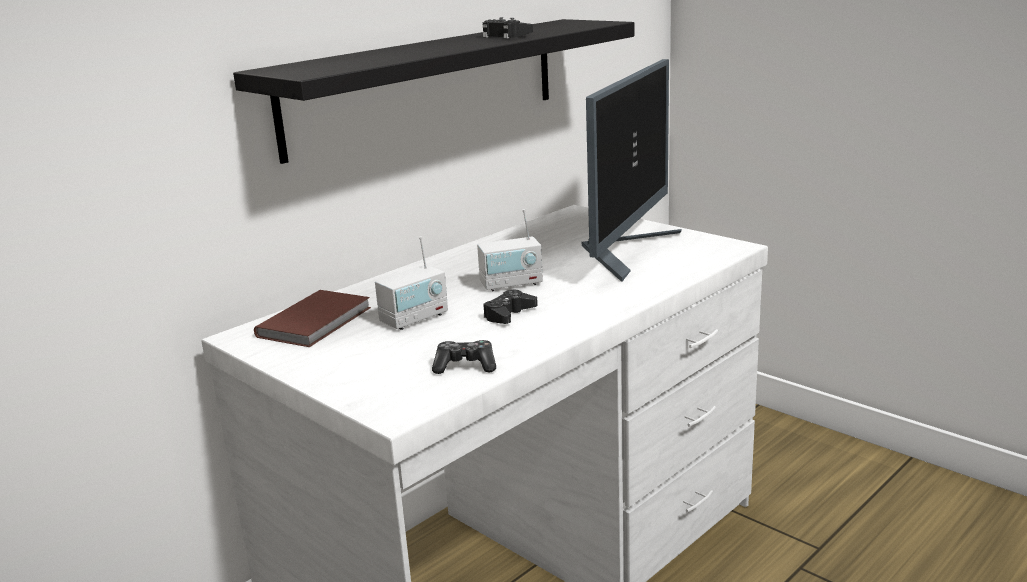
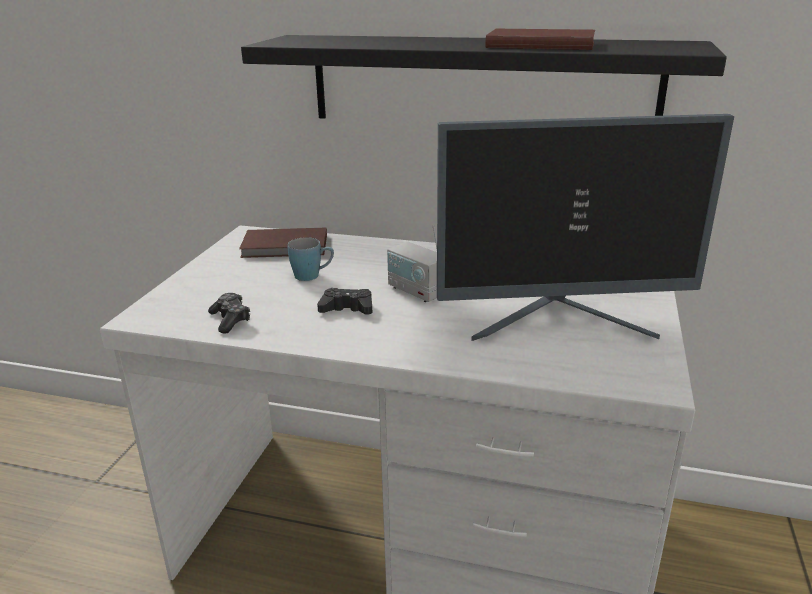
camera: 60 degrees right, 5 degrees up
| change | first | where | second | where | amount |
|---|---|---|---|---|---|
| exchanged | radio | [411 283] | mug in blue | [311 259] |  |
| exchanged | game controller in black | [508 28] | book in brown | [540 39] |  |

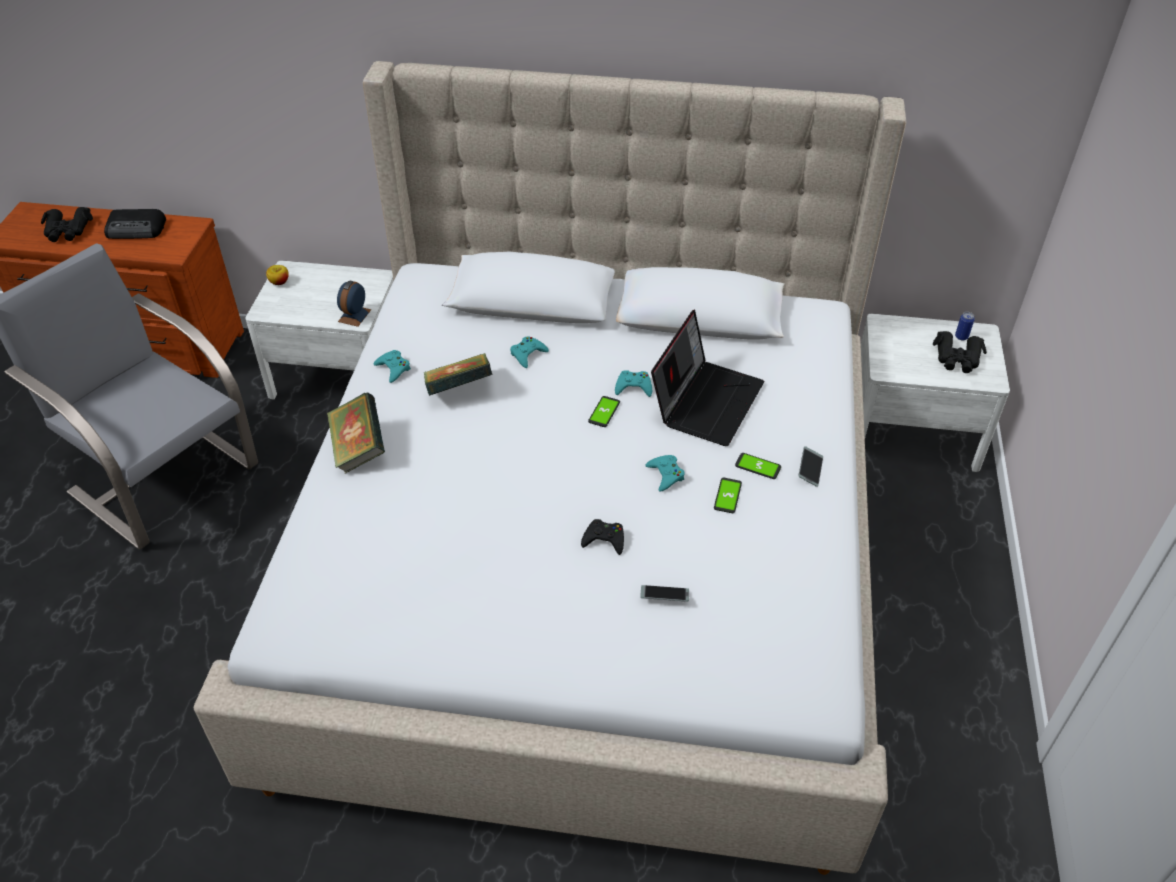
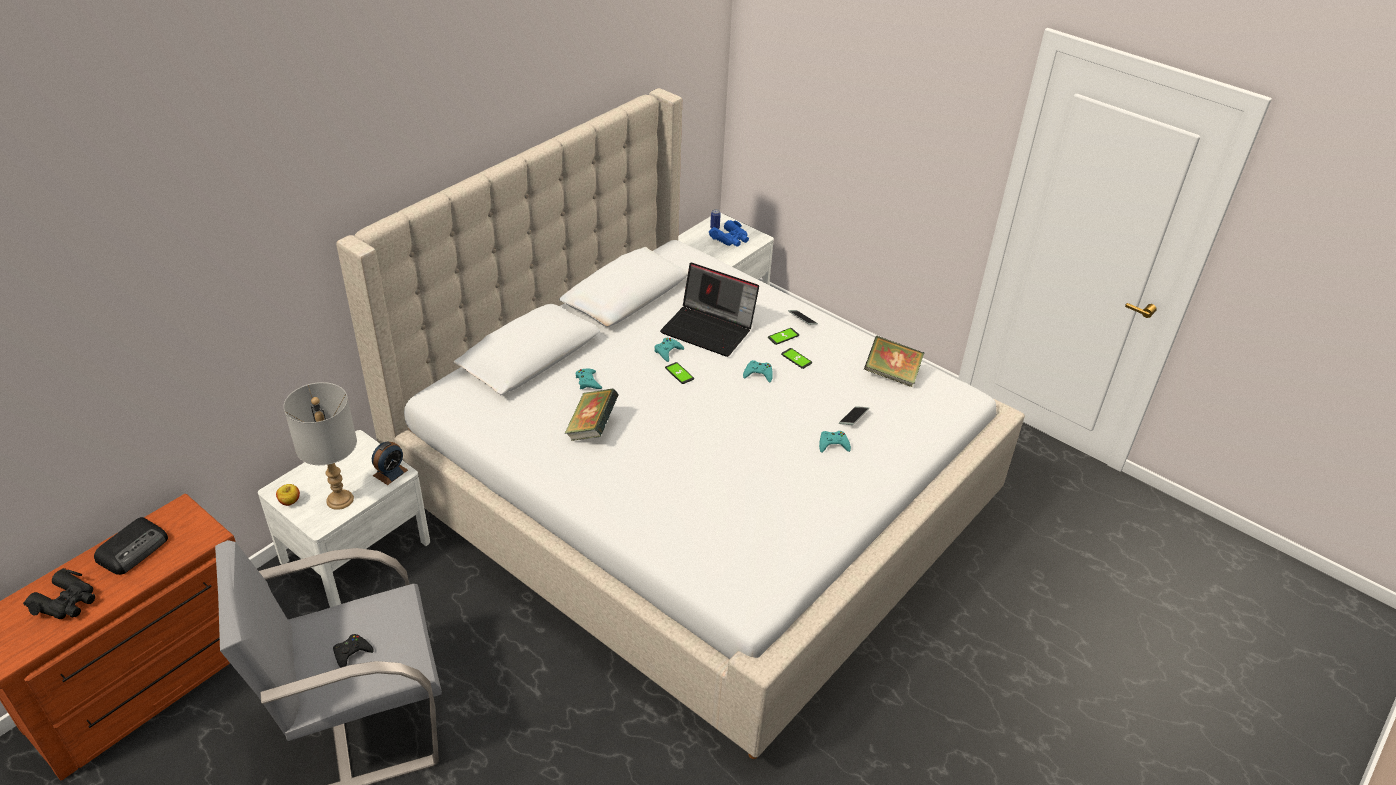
camera: 60 degrees left, 5 degrees down
| change | first | where | second | where | amount |
|---|---|---|---|---|---|
| appeared |  |  | table lamp in grey | [320 446] |  |
| relocated | book | [356 433] |  | [894 361] |  |
| relocated | game controller in turquoise | [392 366] |  | [835 442] |  |
| relocated | game controller in black | [602 537] |  | [353 651] |  |
| colour | binoculars in black | [960 352] | binoculars in blue | [729 233] |  |
| spun | alarm clock | [354 303] |  | [390 463] | 105 degrees counterclockwise |
| spun | laptop | [708 377] |  | [709 310] | 150 degrees clockwise |

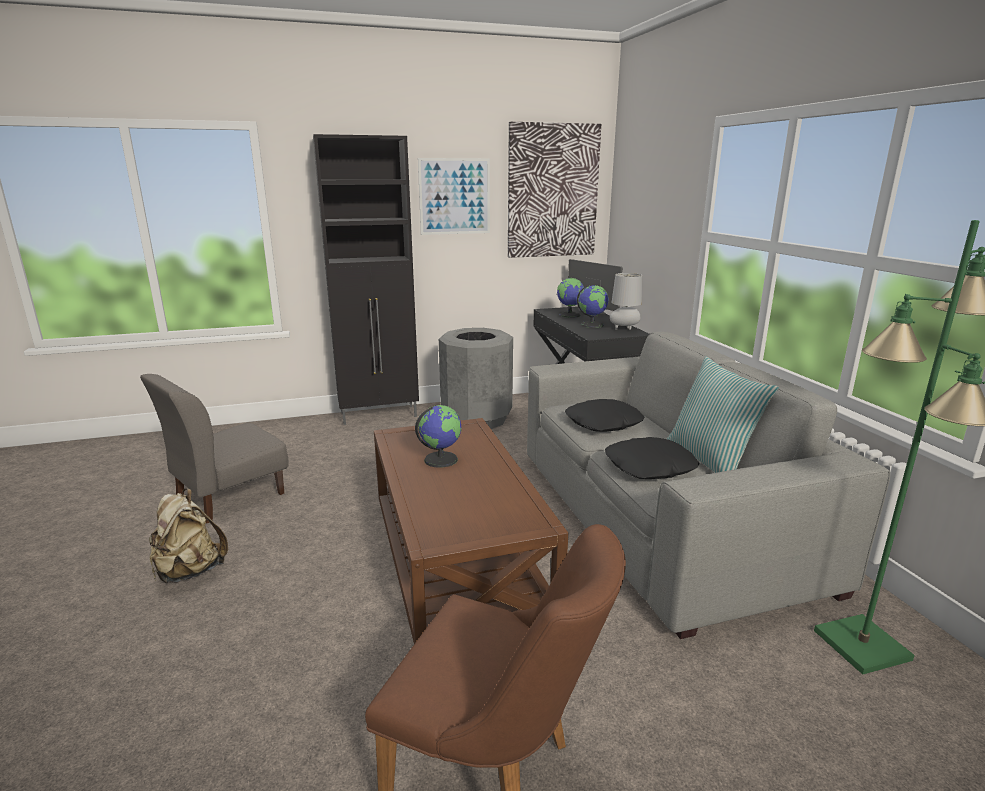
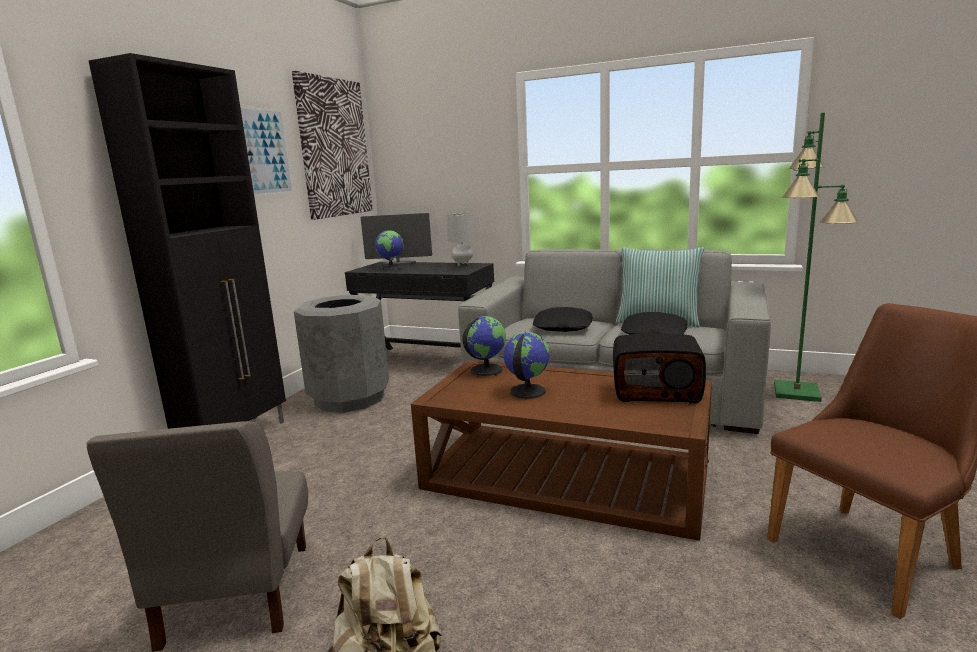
camera: 50 degrees left, 5 degrees down
| change | first | where | second | where | amount |
|---|---|---|---|---|---|
| appeared |  |  | radio | [659 368] |  |
| relocated | globe | [592 306] |  | [484 346] |  |

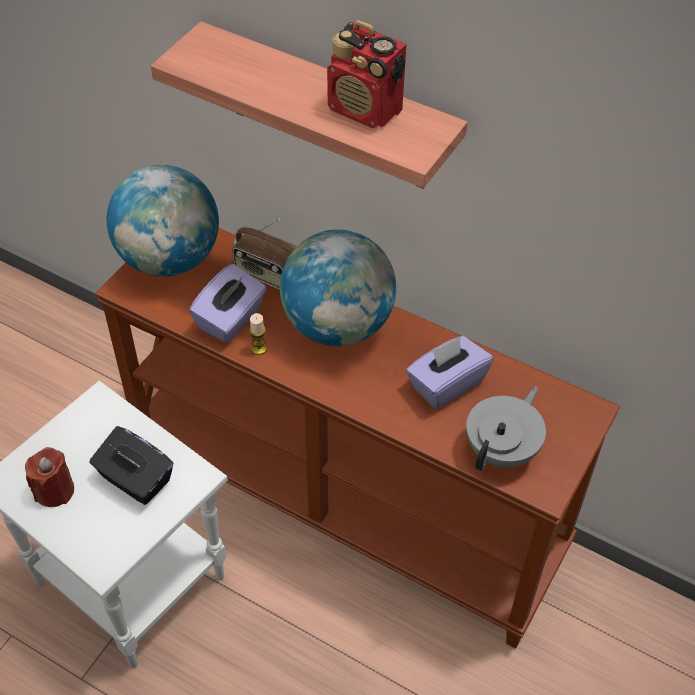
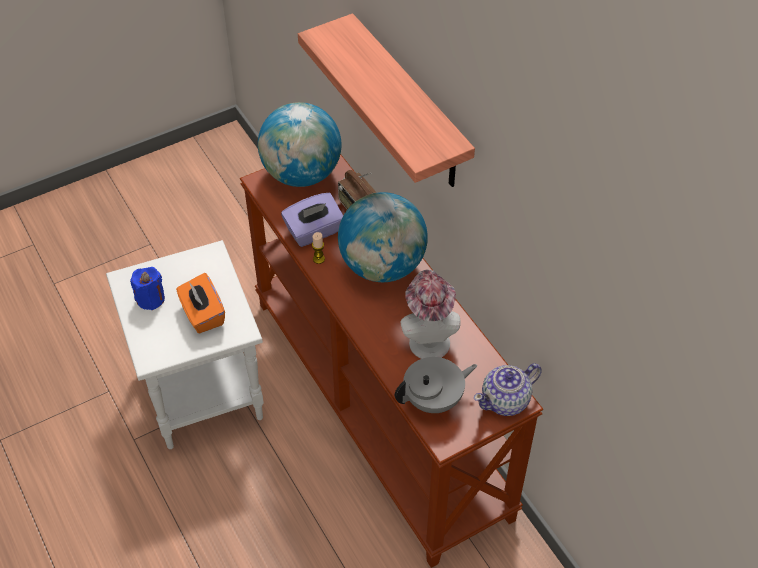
camera: 30 degrees right, 0 degrees up
| change | first | where | second | where | amount |
|---|---|---|---|---|---|
| missing | radio | [366 74] |  |  |  |
| appeared |  |  | teapot | [507 389] |  |
| exchanged | tissue box in purple | [449 373] | hat | [431 314] |  |
| colour | candle in red | [49 477] | candle in blue | [147 288] |  |
| colour | tissue box in black | [131 465] | tissue box in orange | [200 303] |  |

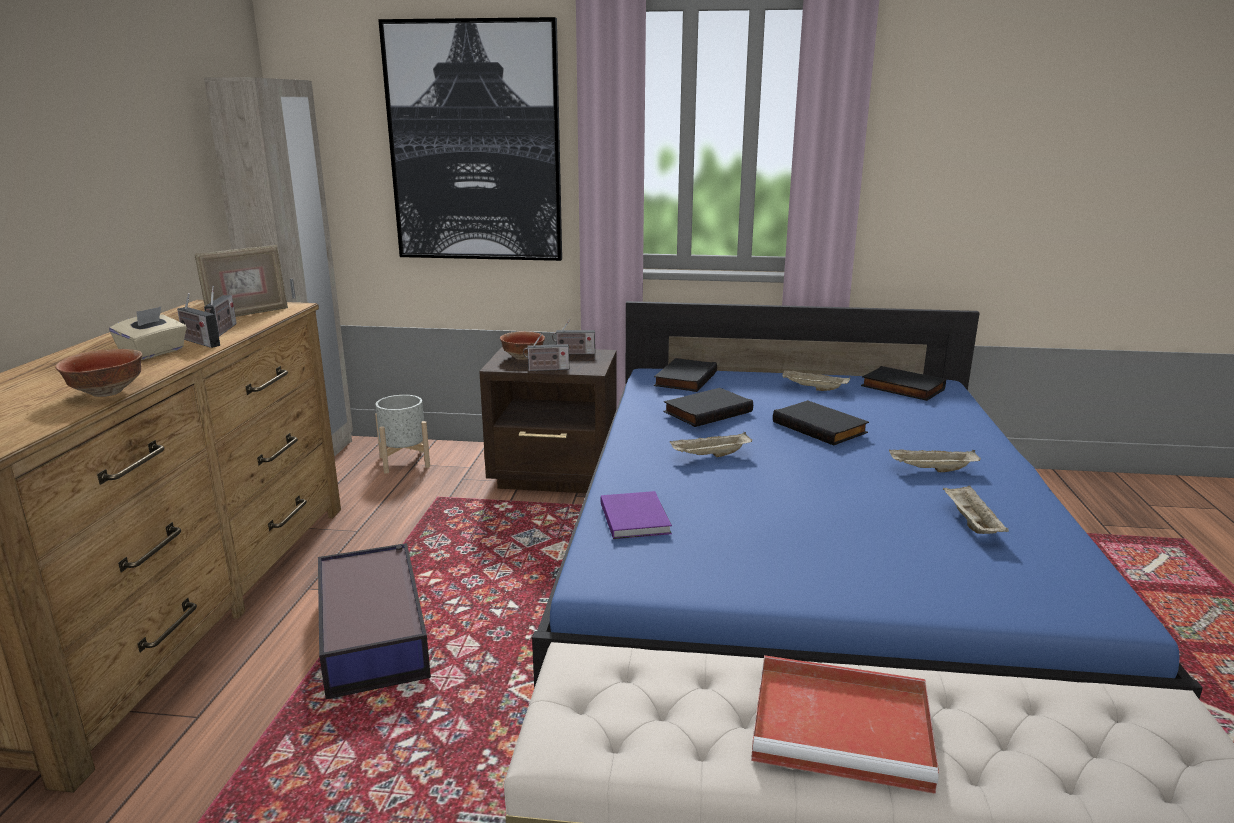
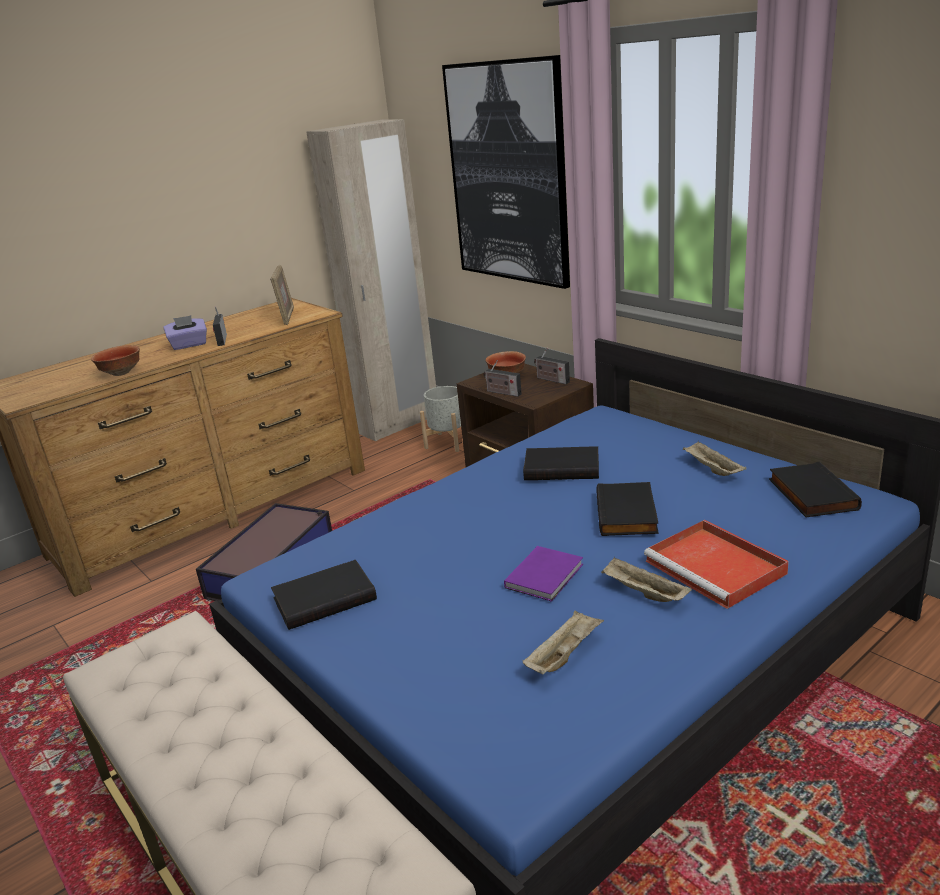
camera: 45 degrees right, 5 degrees up
| change | first | where | second | where | amount |
|---|---|---|---|---|---|
| missing | radio | [220 311] |  |  |  |
| missing | tray in beige | [711 444] |  |  |  |
| relocated | book in purple | [636 515] |  | [543 574] |  |
| relocated | book in black | [685 375] |  | [324 595] |  |
| relocated | tray in red | [845 724] |  | [716 564] |  |
| colour | tissue box in beige | [148 333] | tissue box in purple | [185 332] |  |
| spun | picture frame | [241 280] |  | [282 294] | 90 degrees counterclockwise |

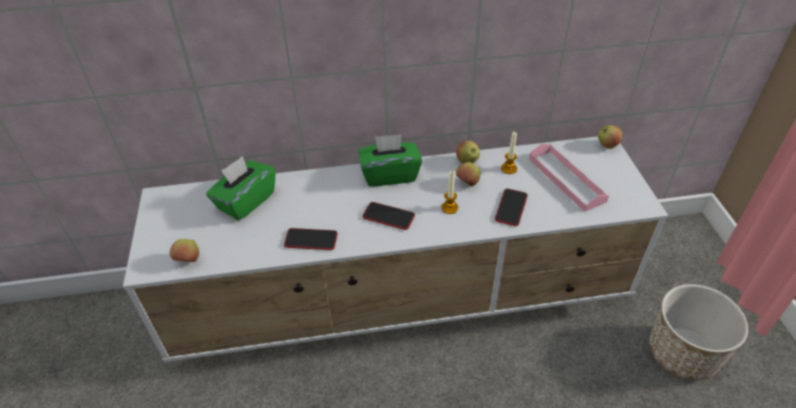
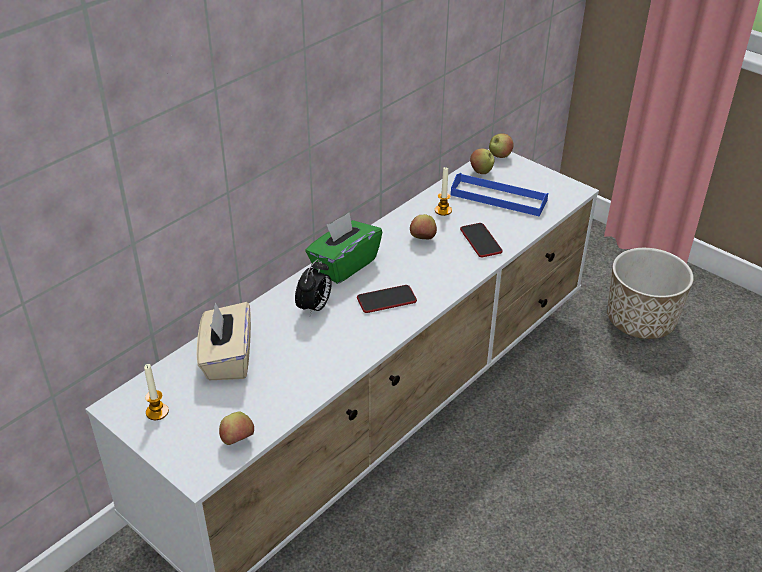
camera: 40 degrees left, 5 degrees down
| change | first | where | second | where | amount |
|---|---|---|---|---|---|
| missing | phone | [311 239] |  |  |  |
| appeared |  |  | alarm clock | [313 287] |  |
| relocated | candle | [449 192] |  | [156 392] |  |
| relocated | apple | [468 152] |  | [482 161] |  |
| colour | tissue box in green | [241 188] | tissue box in beige | [224 341] |  |
| colour | tray in pink | [569 178] | tray in blue | [499 195] |  |

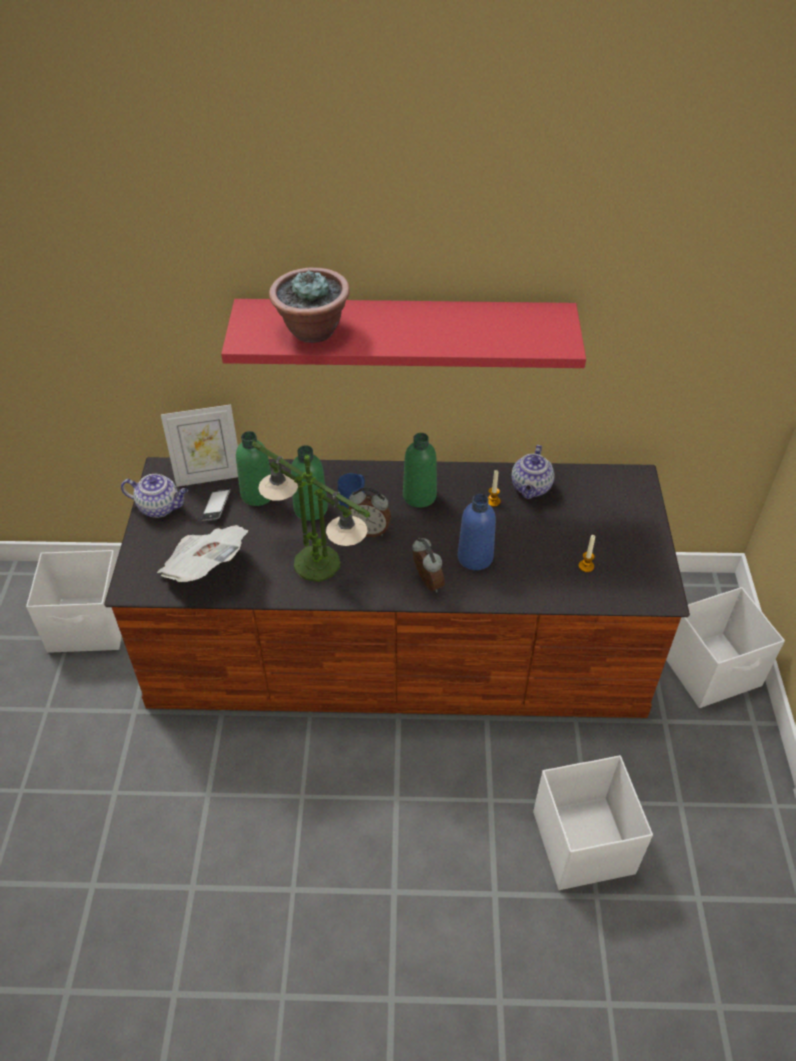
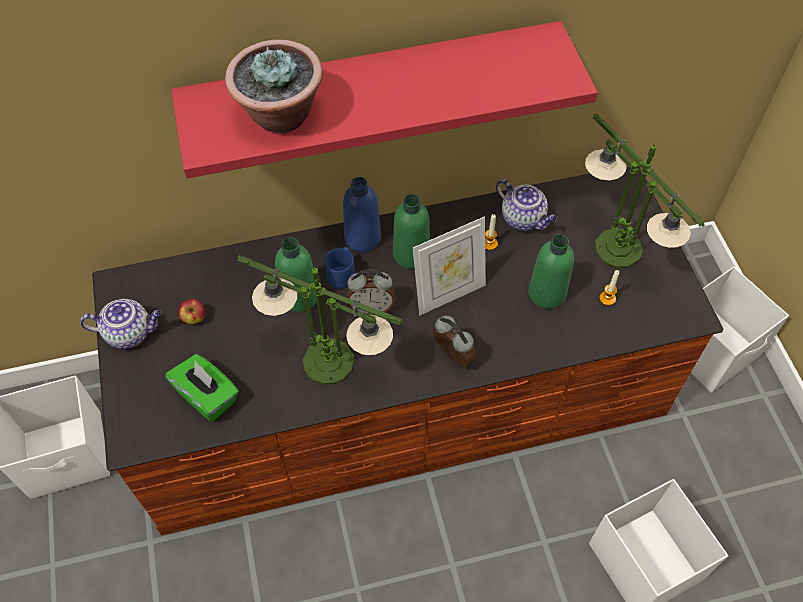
camera: 15 degrees left, 10 degrees up
| change | first | where | second | where | amount |
|---|---|---|---|---|---|
| appeared |  |  | table lamp | [645 191] |  |
| relocated | picture frame | [199 445] |  | [449 266] |  |
| relocated | bottle in green | [253 468] |  | [551 271] |  |
| relocated | bottle in blue | [477 532] |  | [362 214] |  |
| exchanged | newspaper | [202 553] | tissue box in green | [202 388] |  |
| exchanged | phone | [216 504] | apple | [191 311] |  |
| spun | teapot | [533 472] |  | [526 205] | 45 degrees counterclockwise |

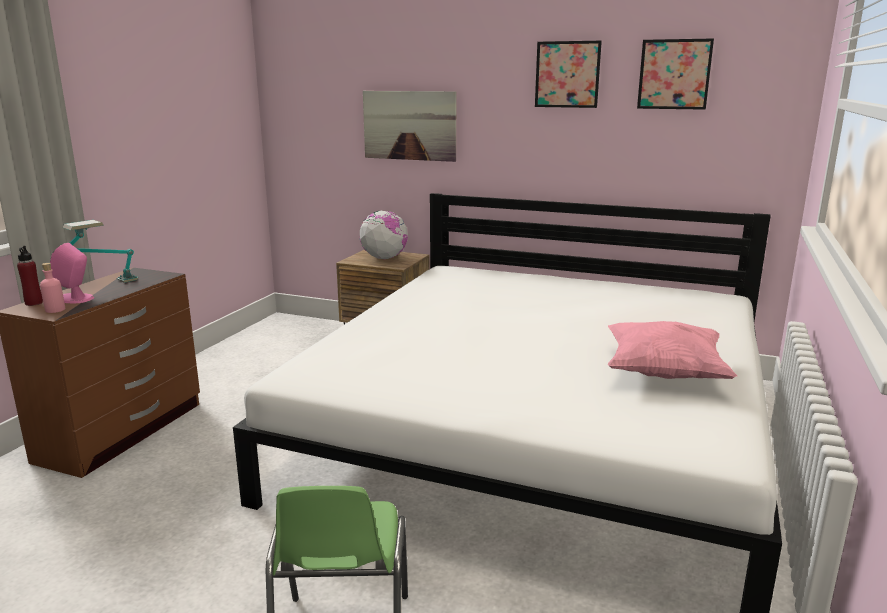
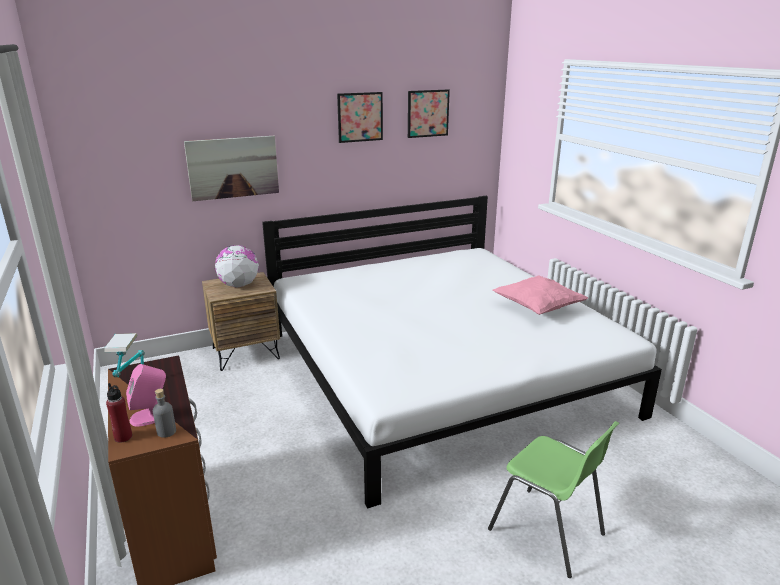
camera: 45 degrees left, 5 degrees up
| change | first | where | second | where | amount |
|---|---|---|---|---|---|
| colour | bottle in pink | [52 288] | bottle in grey | [164 413] |  |

